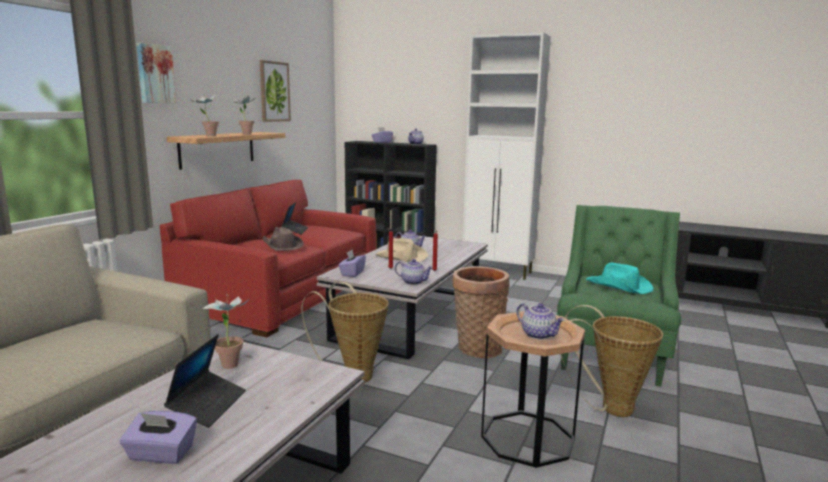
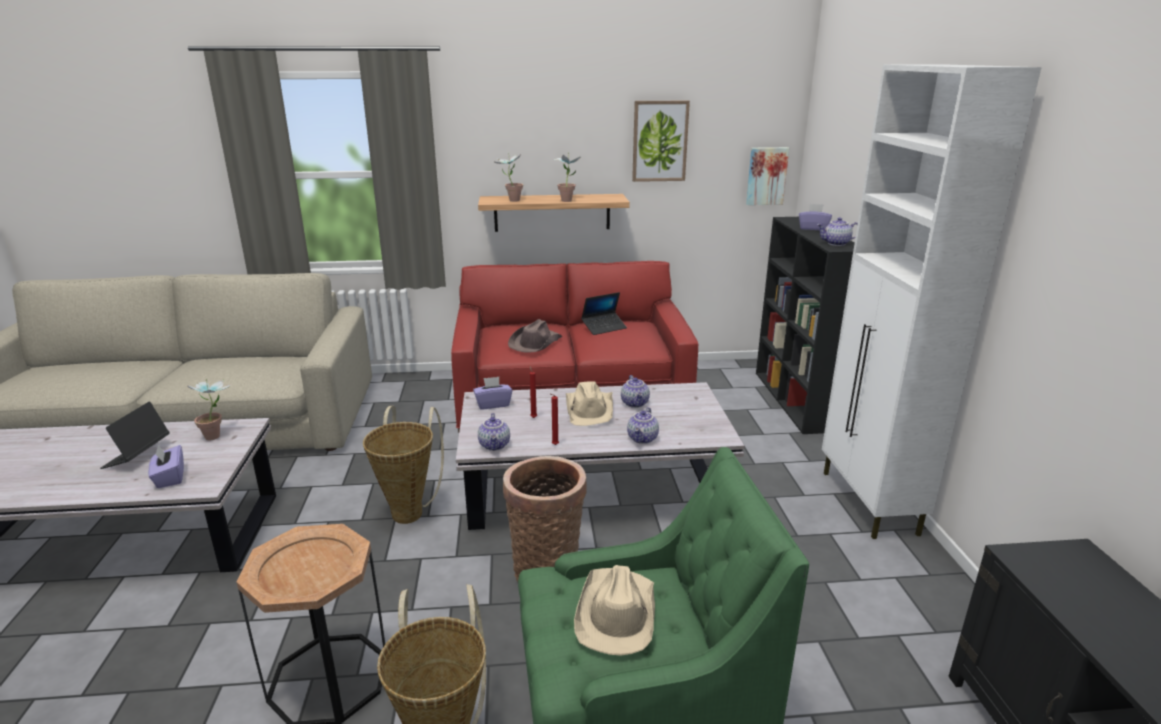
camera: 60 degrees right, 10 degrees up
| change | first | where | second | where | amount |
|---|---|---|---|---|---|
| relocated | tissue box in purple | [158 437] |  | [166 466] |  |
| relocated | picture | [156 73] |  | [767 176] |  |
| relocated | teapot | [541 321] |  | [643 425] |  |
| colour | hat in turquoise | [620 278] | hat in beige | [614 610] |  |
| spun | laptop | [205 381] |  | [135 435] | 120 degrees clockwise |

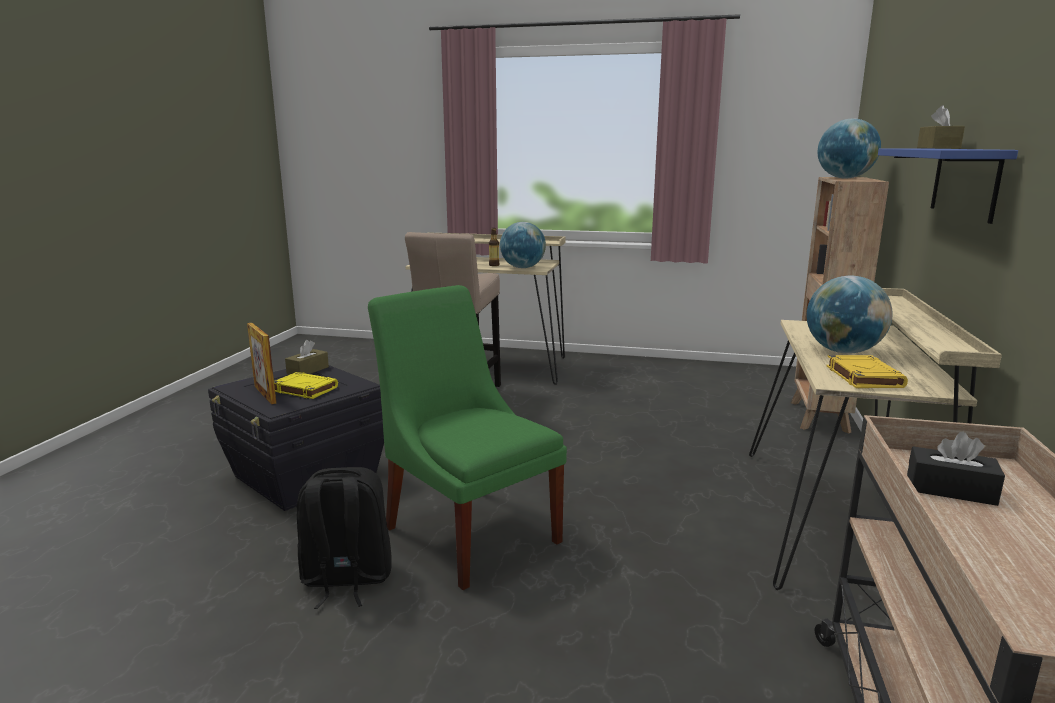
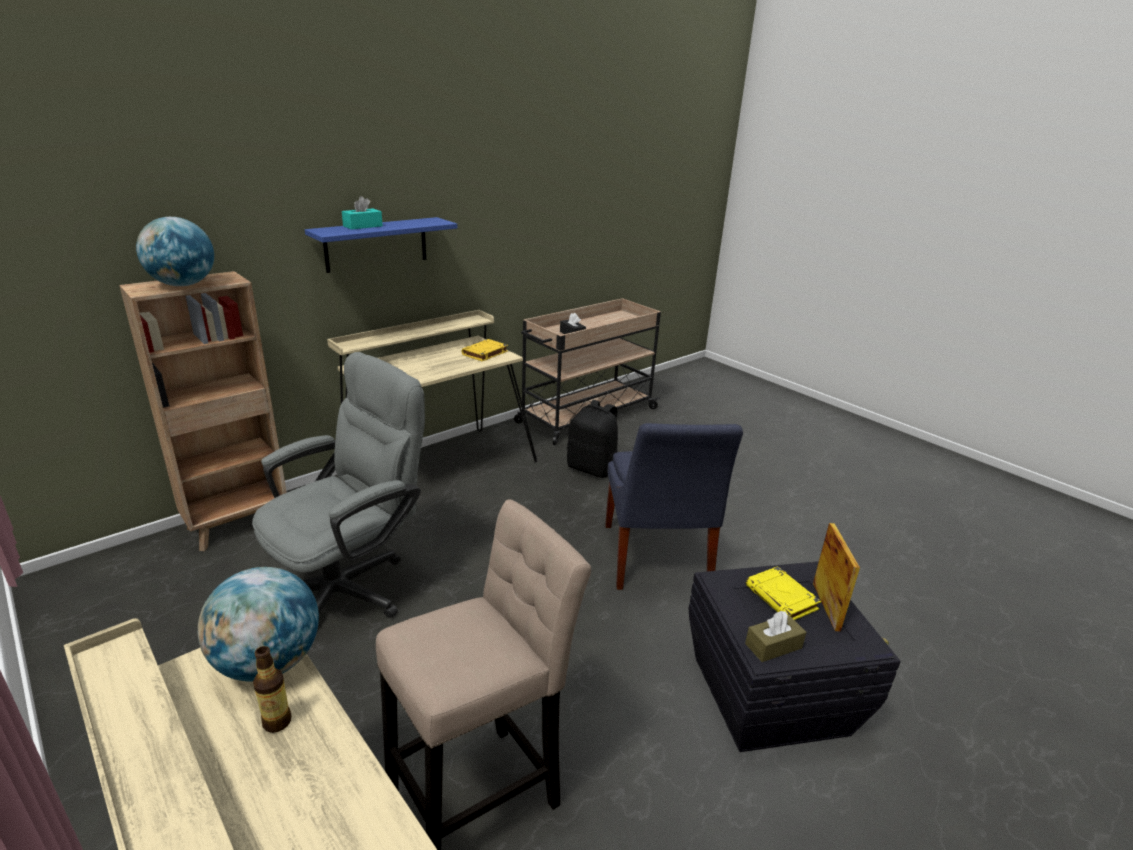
camera: 145 degrees left, 10 degrees up
| change | first | where | second | where | amount |
|---|---|---|---|---|---|
| missing | globe | [850 315] |  |  |  |
| appeared |  |  | office chair in grey | [338 485] |  |
| relocated | backpack in black | [344 538] |  | [592 439] |  |
| colour | chair in green | [467 437] | chair in blue | [674 506] |  |
| colour | tissue box in brown | [941 127] | tissue box in turquoise | [362 213] |  |

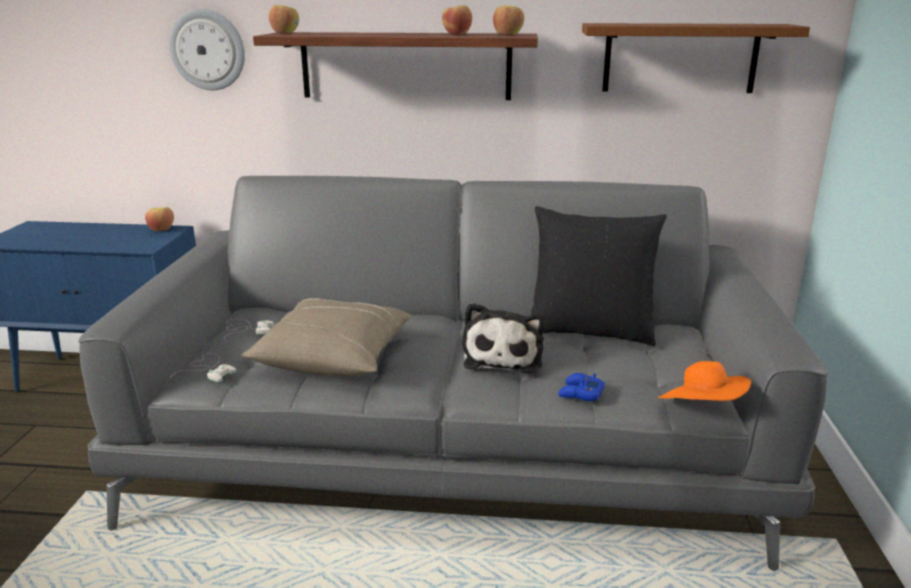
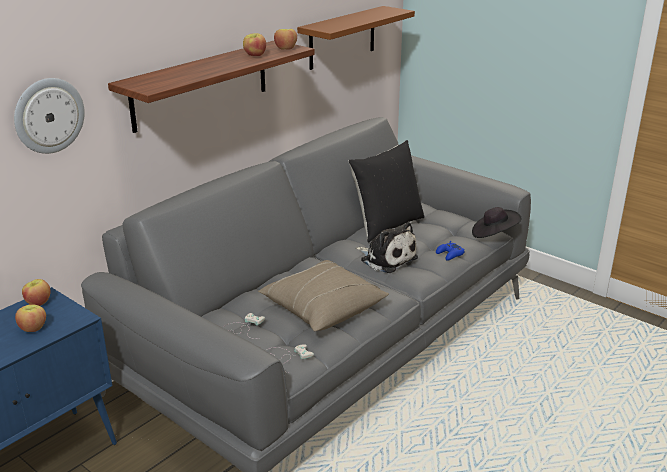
camera: 55 degrees left, 5 degrees up
| change | first | where | second | where | amount |
|---|---|---|---|---|---|
| relocated | apple | [284 19] |  | [30 318] |  |
| colour | hat in orange | [704 381] | hat in black | [497 222] |  |

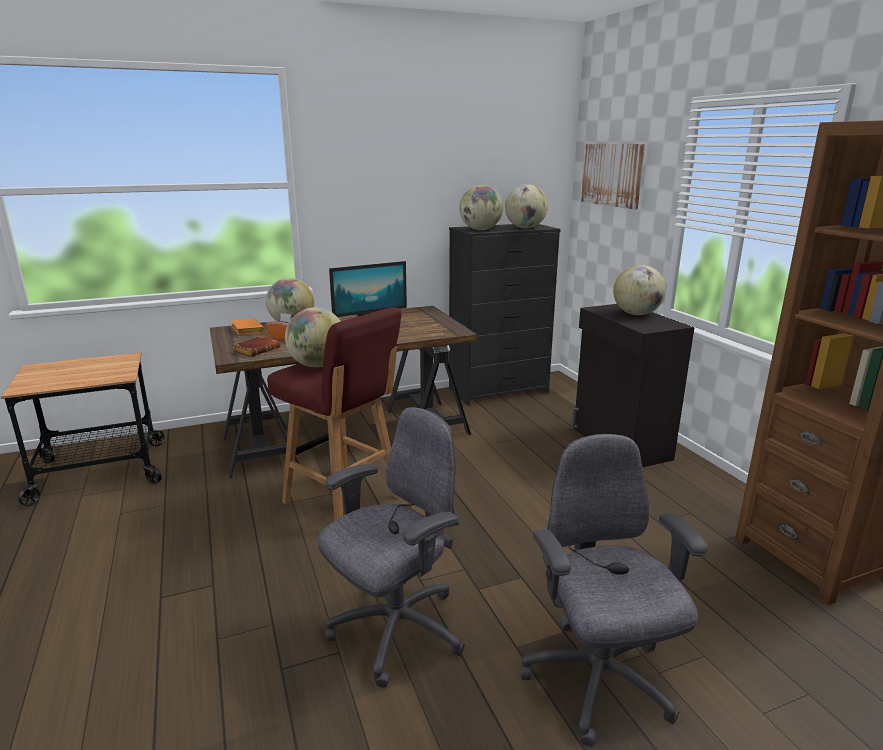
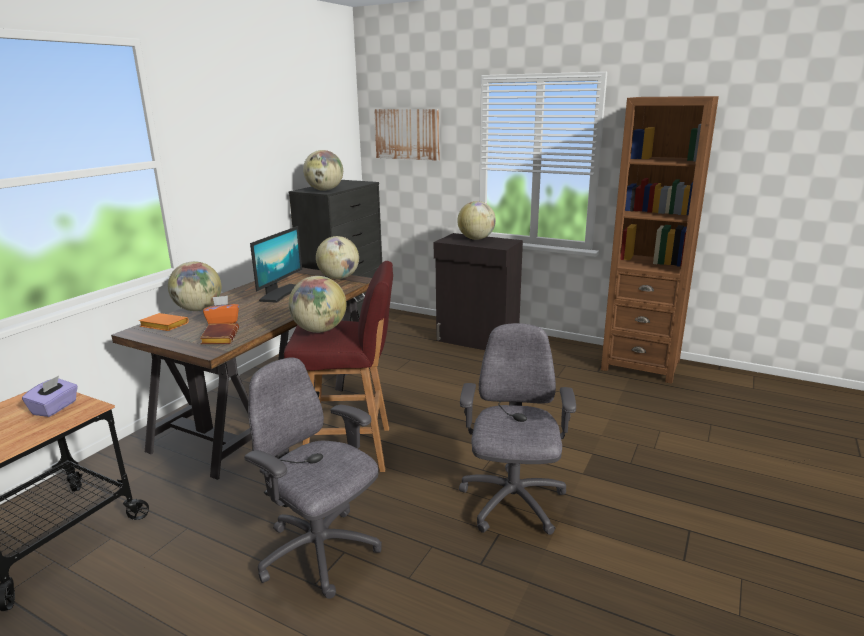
camera: 40 degrees left, 0 degrees up
| change | first | where | second | where | amount |
|---|---|---|---|---|---|
| appeared |  |  | tissue box in purple | [50 396] |  |
| relocated | globe | [526 206] |  | [337 257] |  |
| relocated | office chair in grey | [614 590] |  | [313 478] |  |

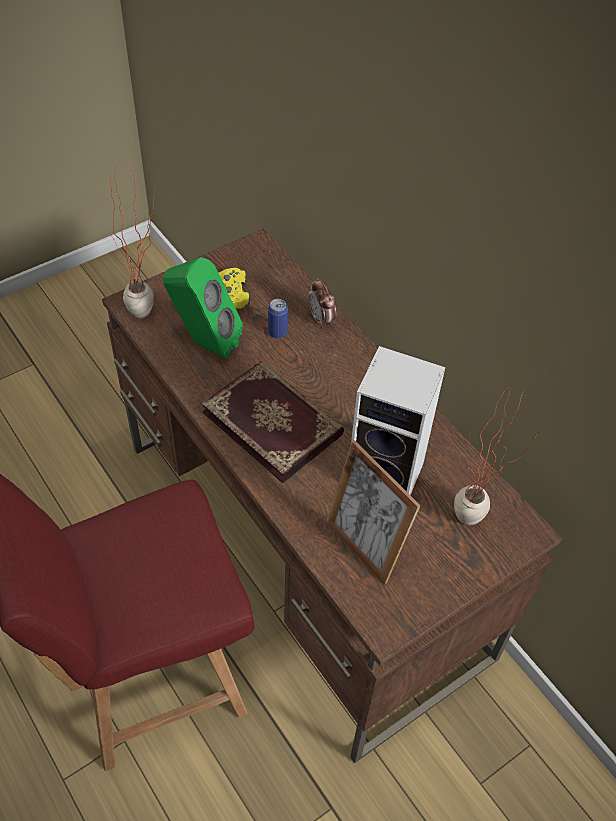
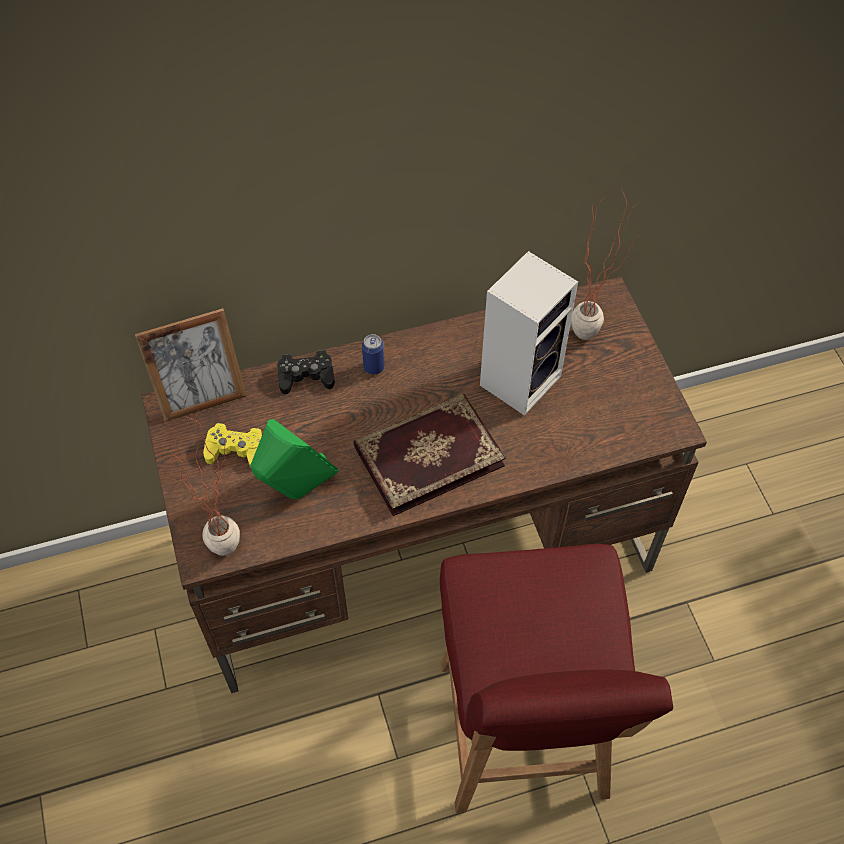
camera: 70 degrees left, 5 degrees up
| change | first | where | second | where | amount |
|---|---|---|---|---|---|
| relocated | can | [278 319] |  | [373 354] |  |
| relocated | picture frame | [373 512] |  | [190 365] |  |
| exchanged | alarm clock | [322 303] | game controller in black | [306 372] |  |

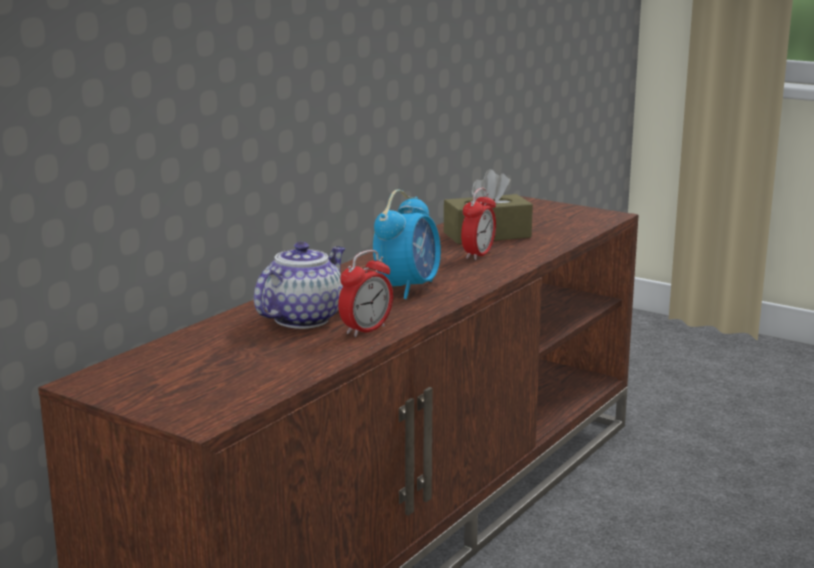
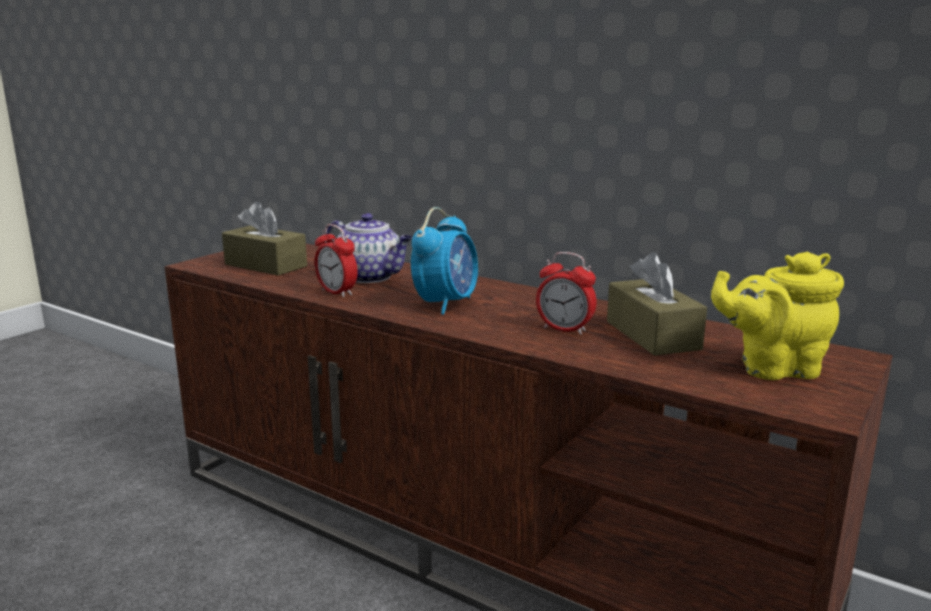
camera: 90 degrees right, 0 degrees up
| change | first | where | second | where | amount |
|---|---|---|---|---|---|
| appeared |  |  | tissue box in brown | [264 239] |  |
| appeared |  |  | teapot in yellow | [777 316] |  |
| spun | alarm clock | [407 244] |  | [444 261] | 90 degrees counterclockwise |

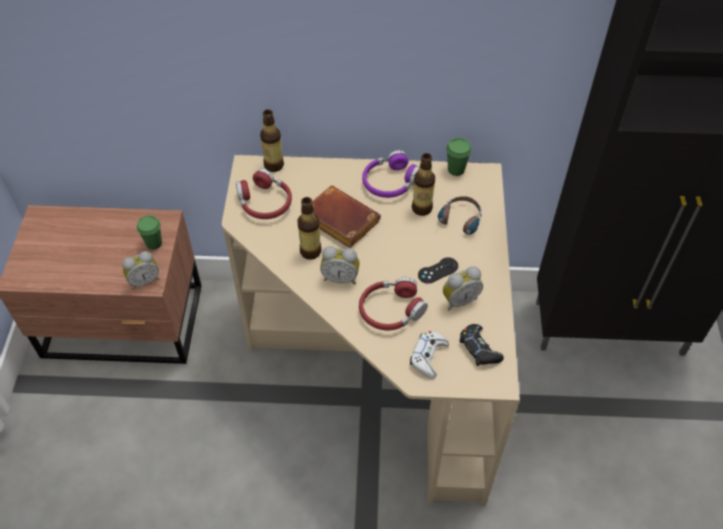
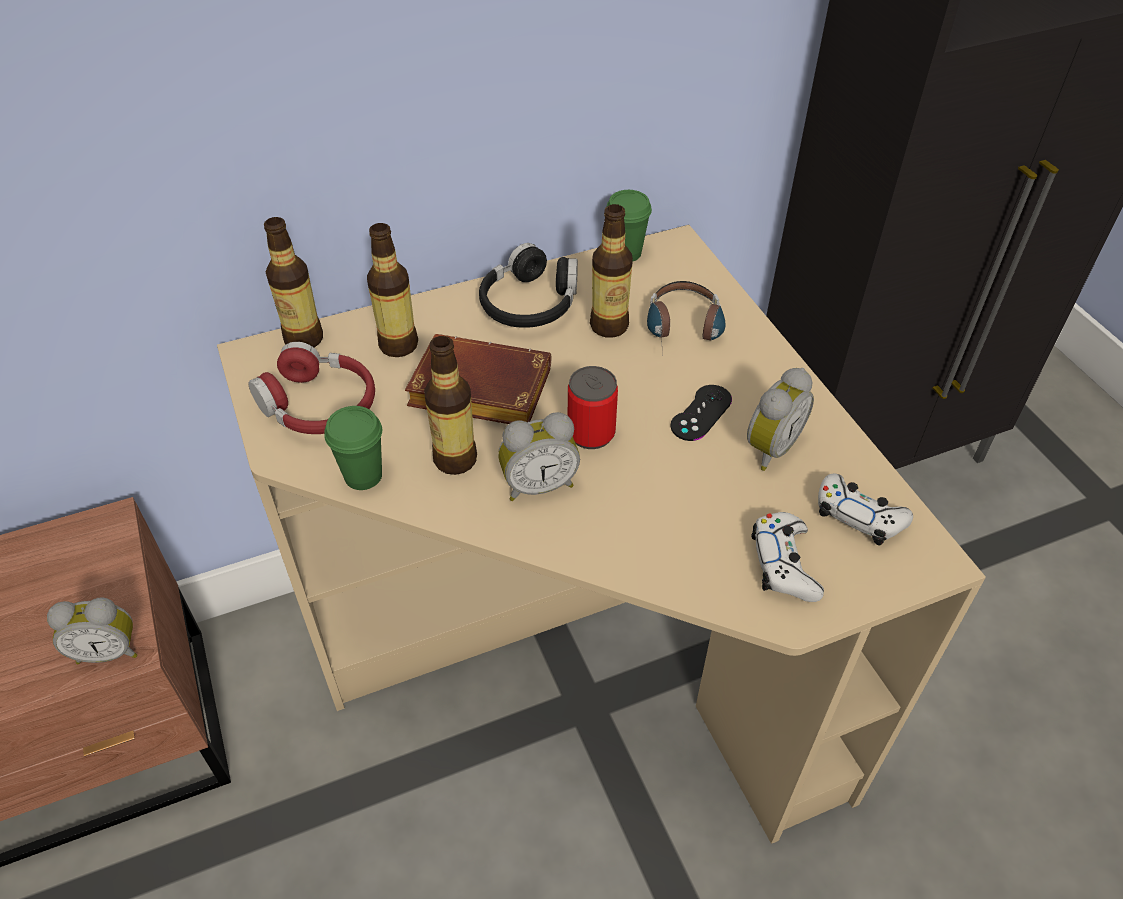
camera: 25 degrees left, 5 degrees down
| change | first | where | second | where | amount |
|---|---|---|---|---|---|
| missing | headphones in red | [393 303] |  |  |  |
| appeared |  |  | bottle | [392 290] |  |
| appeared |  |  | can | [593 407] |  |
| relocated | cup in green | [149 232] |  | [353 448] |  |
| colour | headphones in purple | [391 174] | headphones in black | [528 285] |  |
| colour | game controller in black | [482 345] | game controller in white | [865 509] |  |
| spun | alarm clock | [141 270] |  | [92 630] | 45 degrees clockwise |

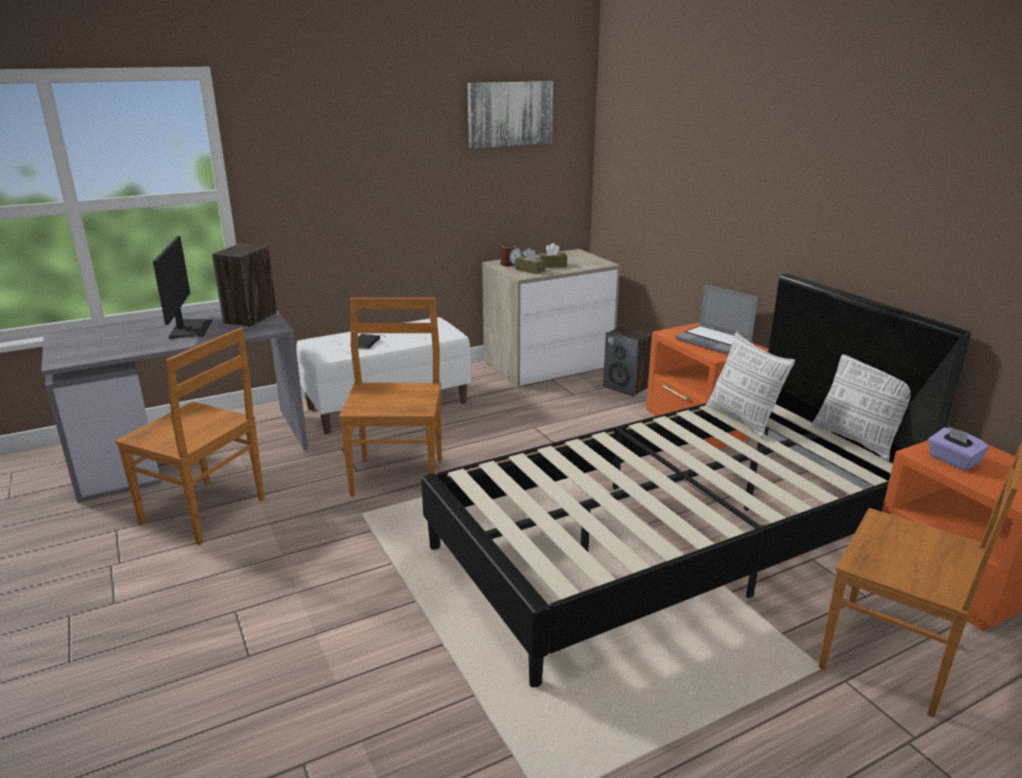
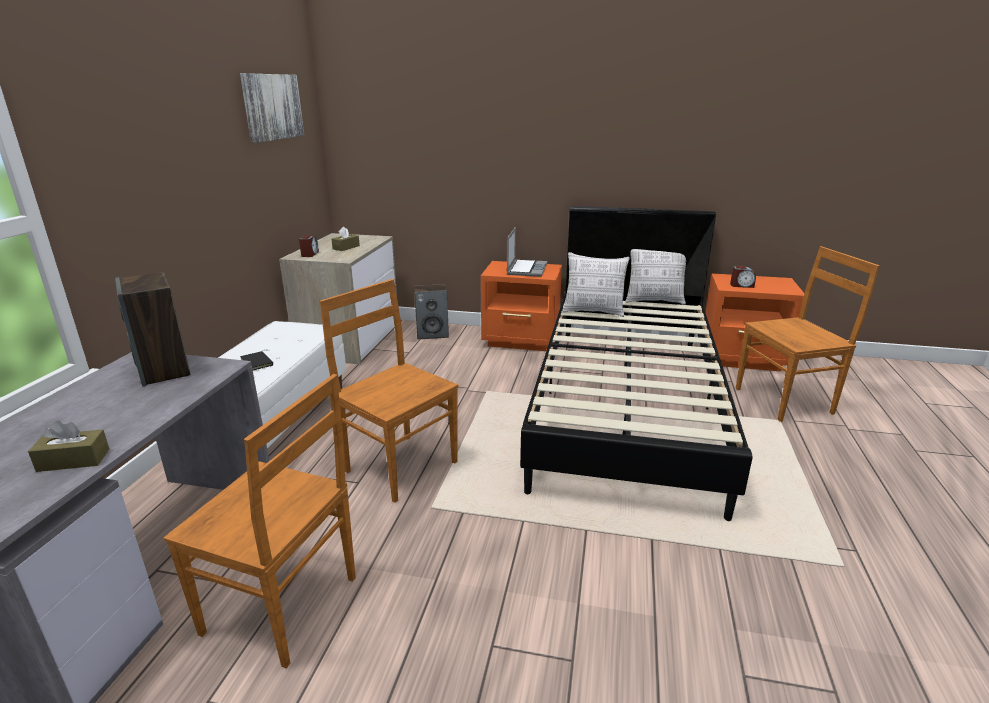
camera: 50 degrees left, 0 degrees up
| change | first | where | second | where | amount |
|---|---|---|---|---|---|
| missing | monitor | [183 287] |  |  |  |
| relocated | tissue box in brown | [531 261] |  | [68 446] |  |
| exchanged | tissue box in purple | [958 448] | alarm clock | [743 277] |  |
| spun | chair in brown | [190 436] |  | [260 521] | 45 degrees clockwise |
| spun | laptop | [716 319] |  | [527 252] | 75 degrees counterclockwise |

